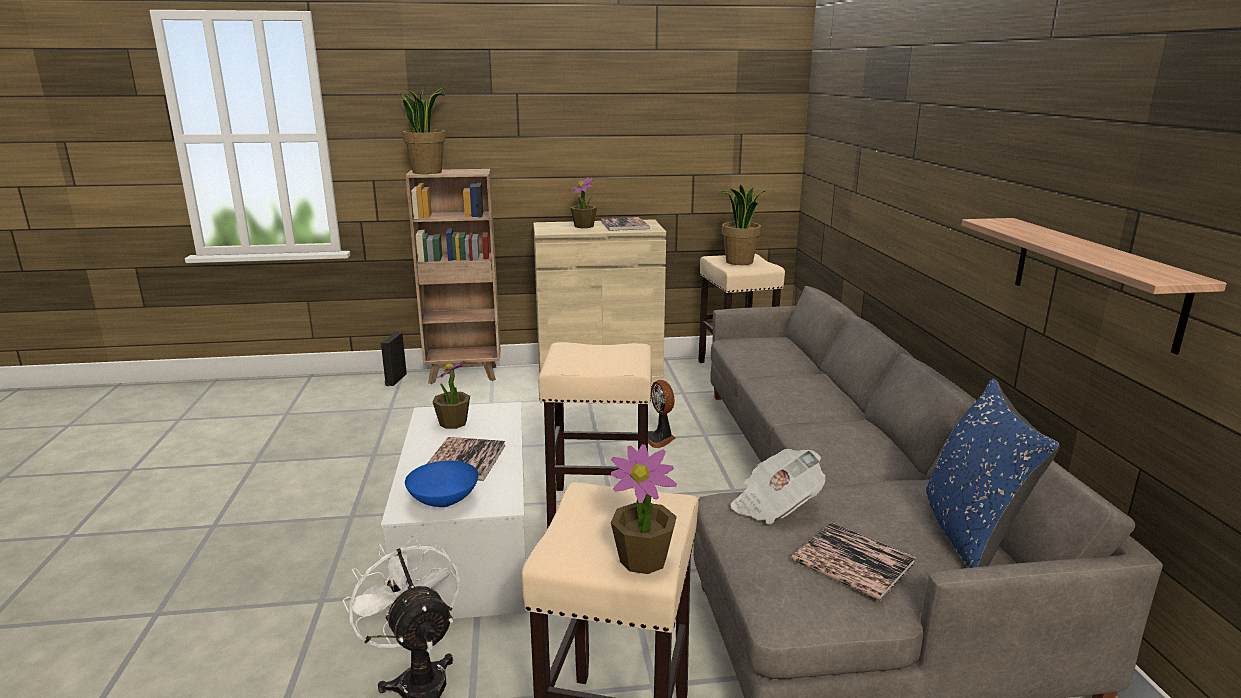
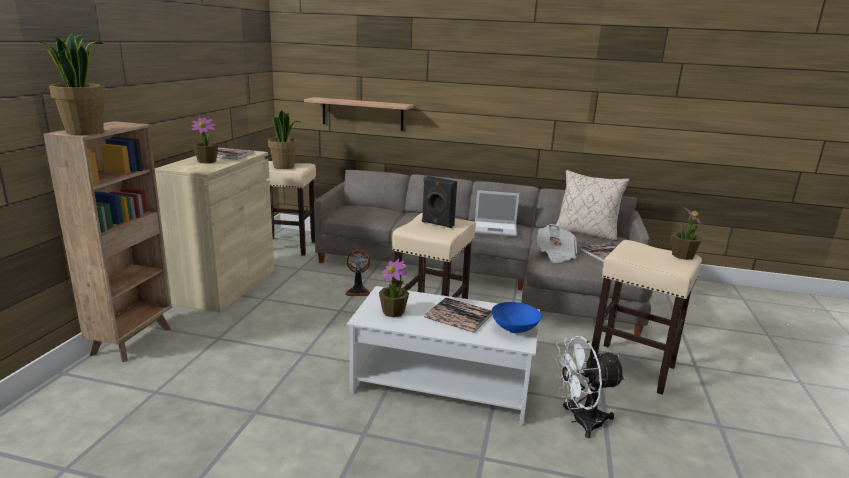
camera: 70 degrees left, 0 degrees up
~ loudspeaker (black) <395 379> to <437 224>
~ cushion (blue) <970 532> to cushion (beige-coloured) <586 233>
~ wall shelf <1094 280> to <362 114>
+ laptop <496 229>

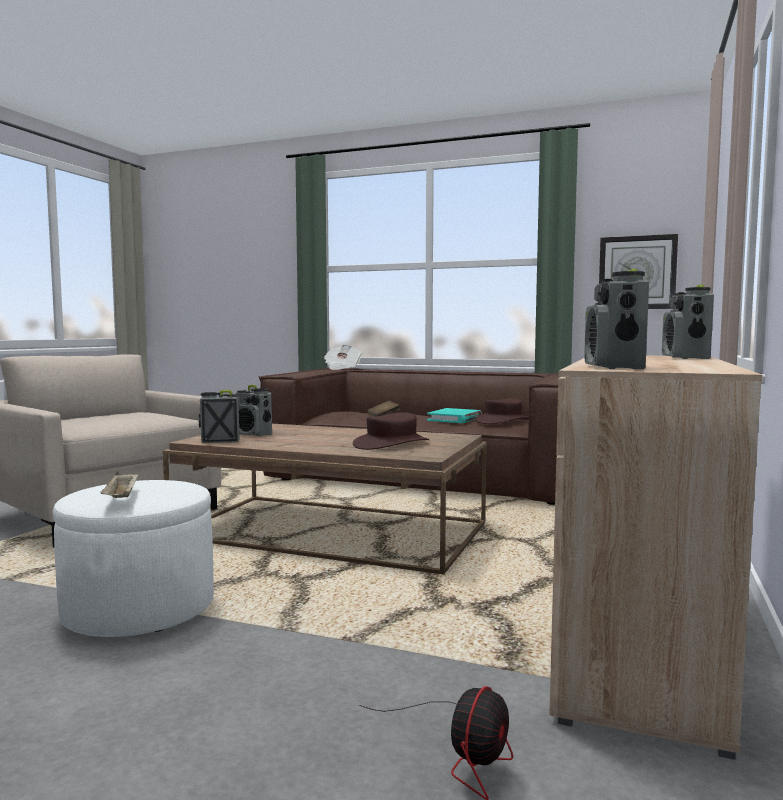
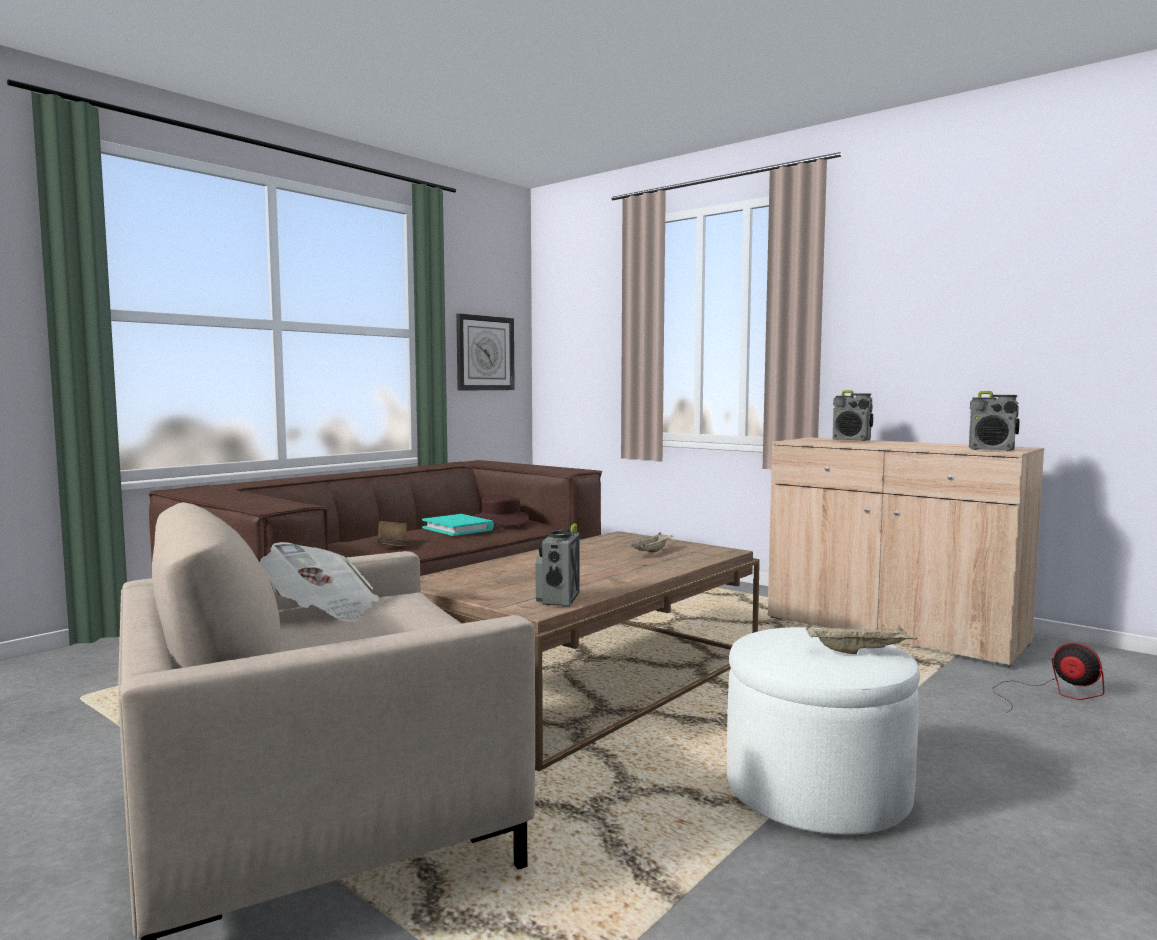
camera: 70 degrees left, 0 degrees up
- radio set <252 434>
~ printed paper <342 368> to <322 611>
~ hat (brown) <391 444> to serving tray (beige-coloured) <649 553>

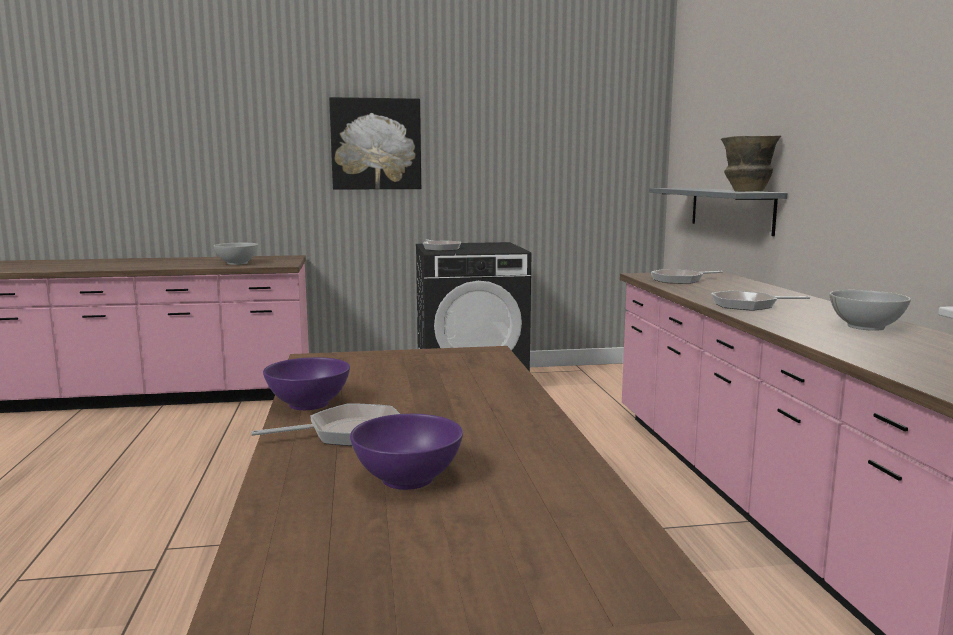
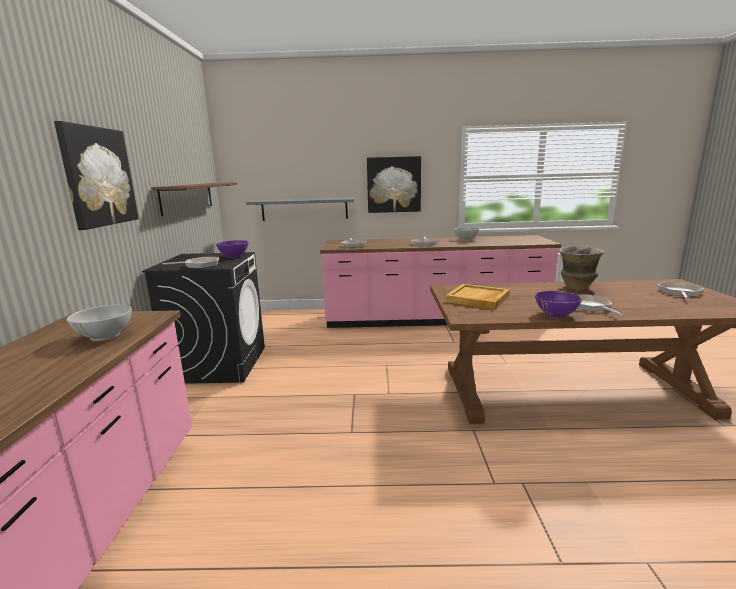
camera: 80 degrees left, 5 degrees up
~ deep dish (purple-coloured) <407 479> to <234 256>
~ decorative vase <746 191> to <577 287>
+ wall shelf (brown) <187 197>
+ picture <394 184>
+ serving tray (beige-coloured) <478 299>
+ frying pan <679 293>

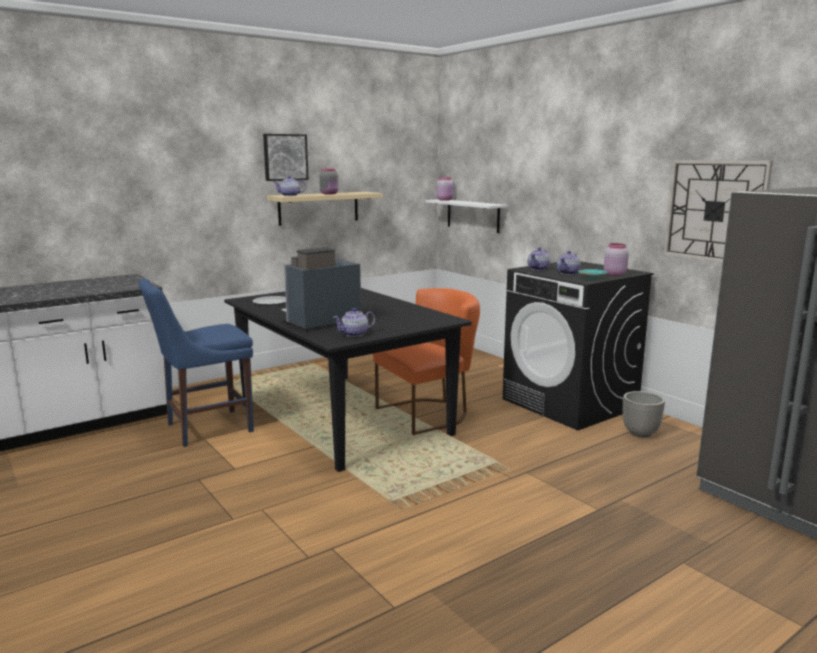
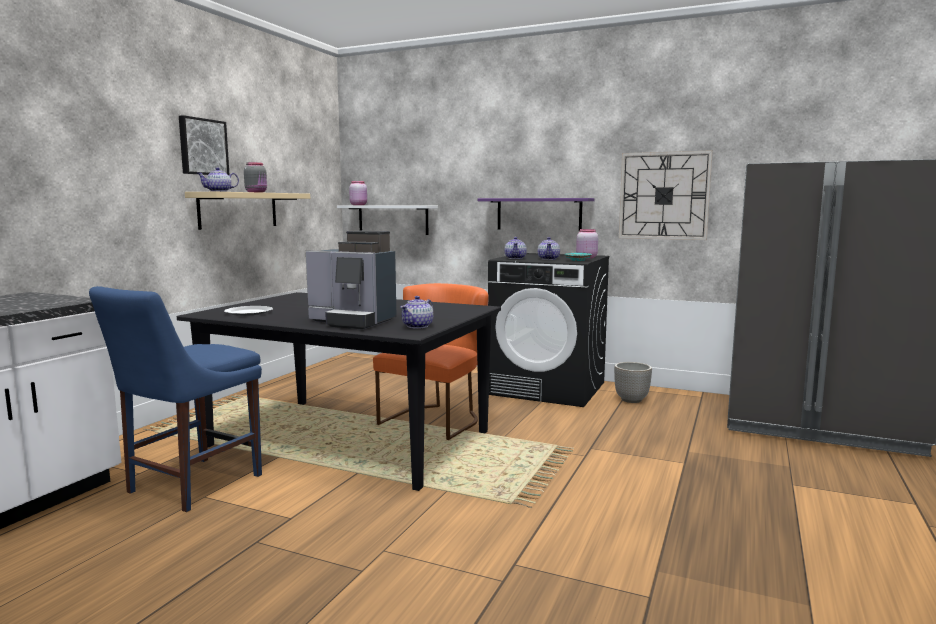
camera: 30 degrees left, 5 degrees down
~ coffee maker <319 322> = <353 322> 90 degrees counterclockwise
+ wall shelf (purple-coloured) <538 214>

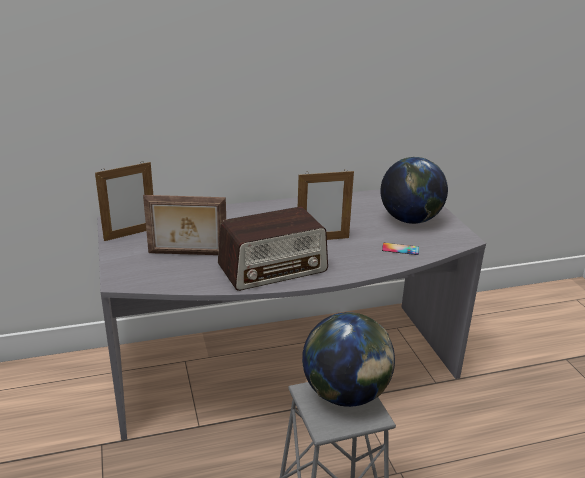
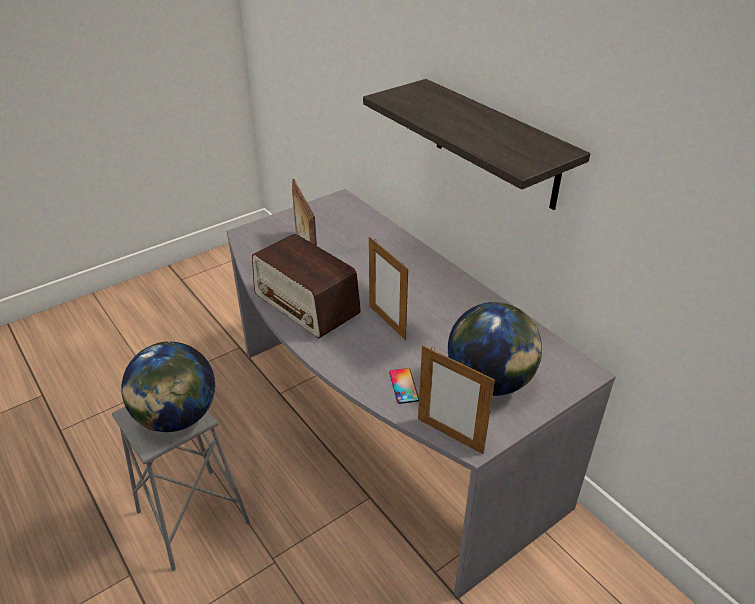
camera: 70 degrees right, 10 degrees up
~ picture frame <130 234> to <450 436>
+ wall shelf <495 144>

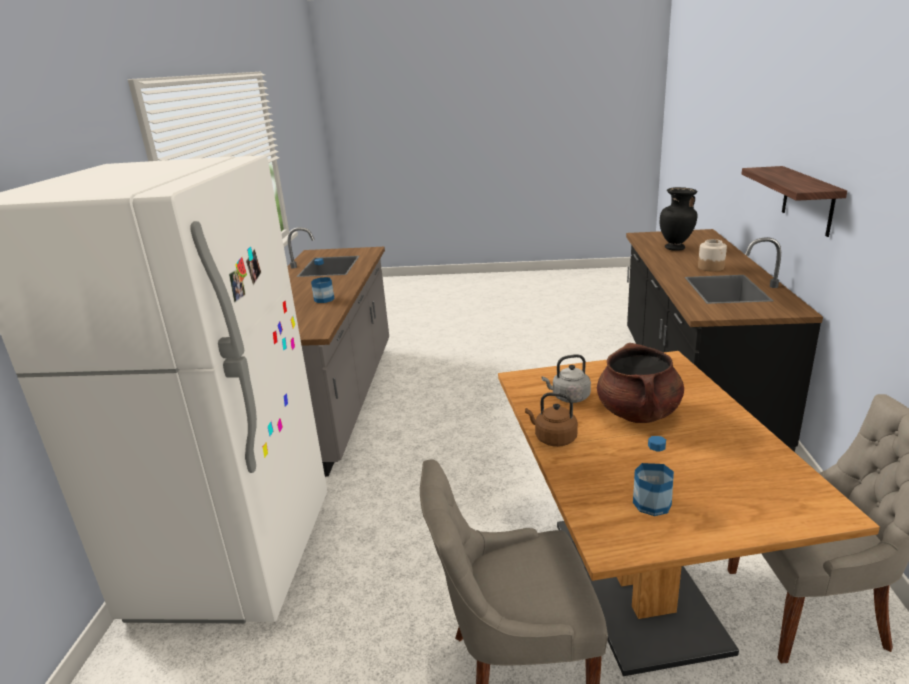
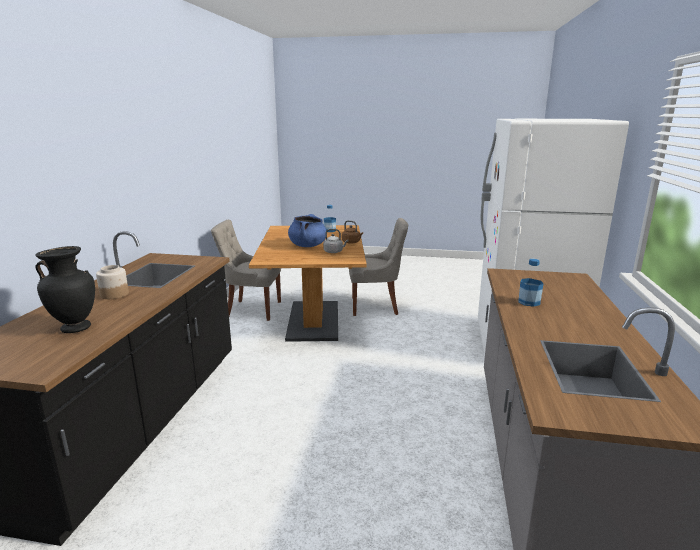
camera: 175 degrees left, 5 degrees down
~ stockpot (brown) <638 413> to stockpot (blue) <307 245>
- wall shelf <808 200>

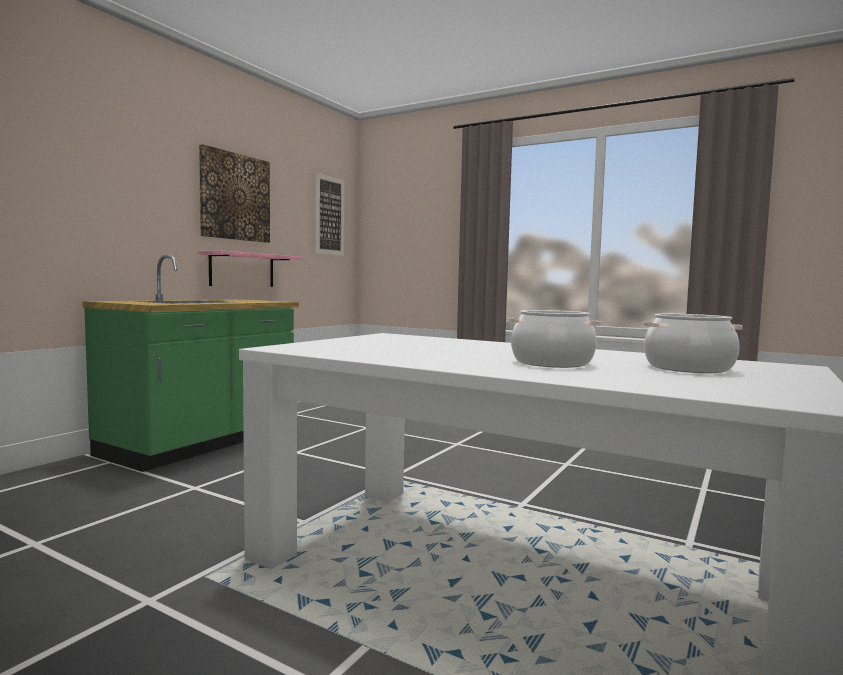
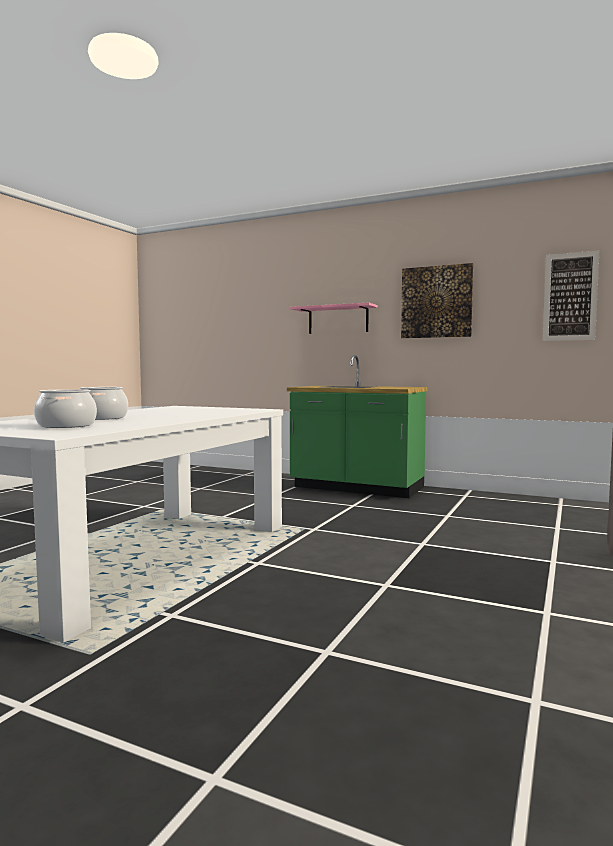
camera: 85 degrees right, 0 degrees up
~ wall shelf (pink) <242 270> to <338 320>

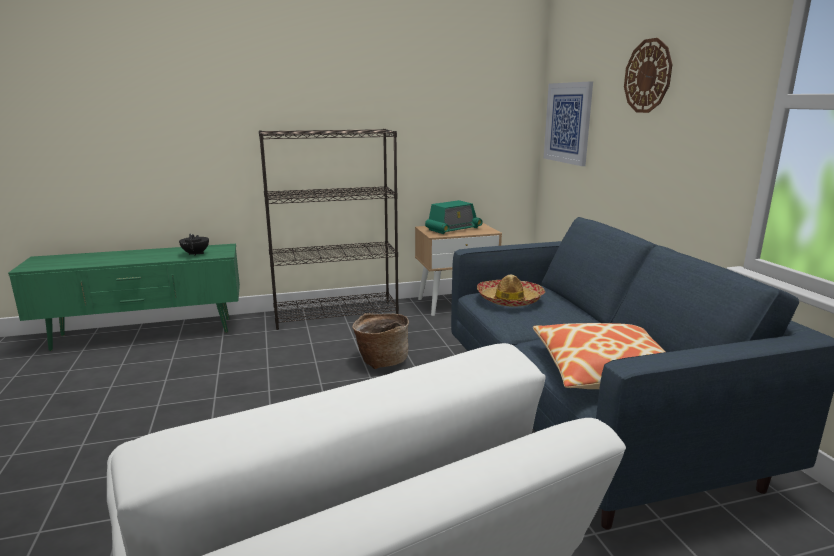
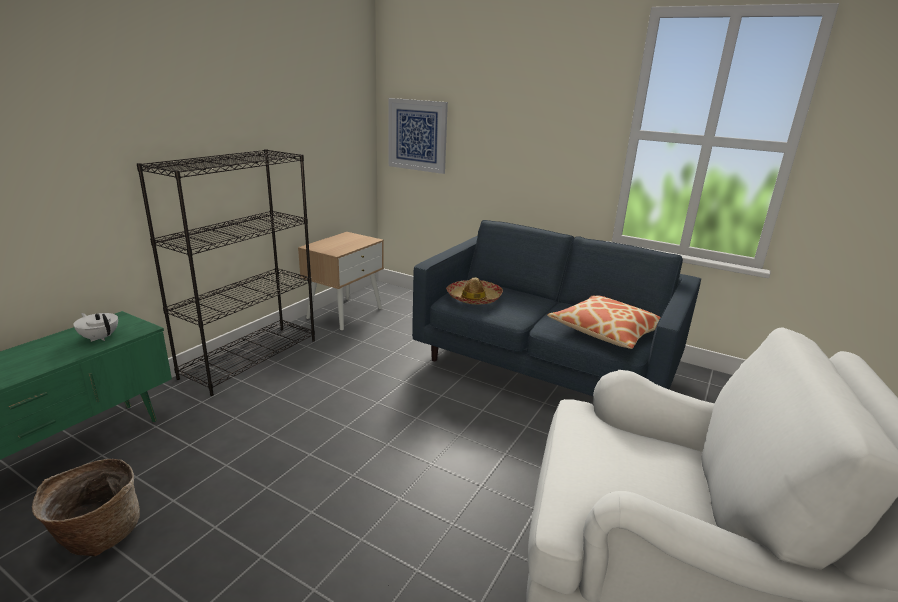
camera: 45 degrees left, 5 degrees up
~ teapot (black) <196 254> to teapot (white-coloured) <100 338>
~ household basket <381 360> to <97 535>
- radio set <453 229>
- wall clock <648 76>

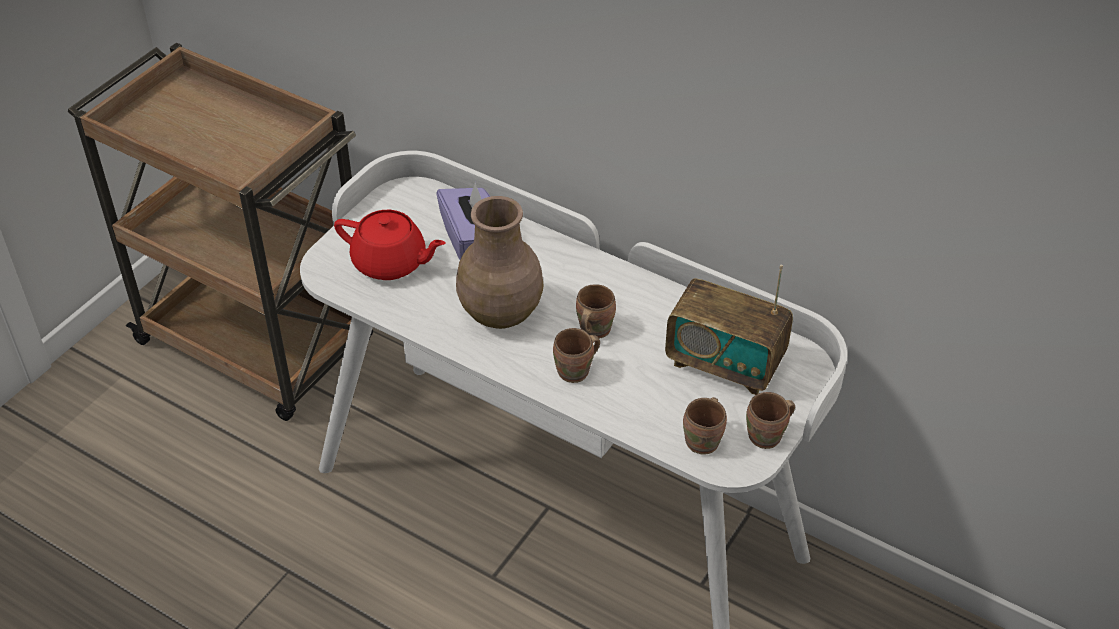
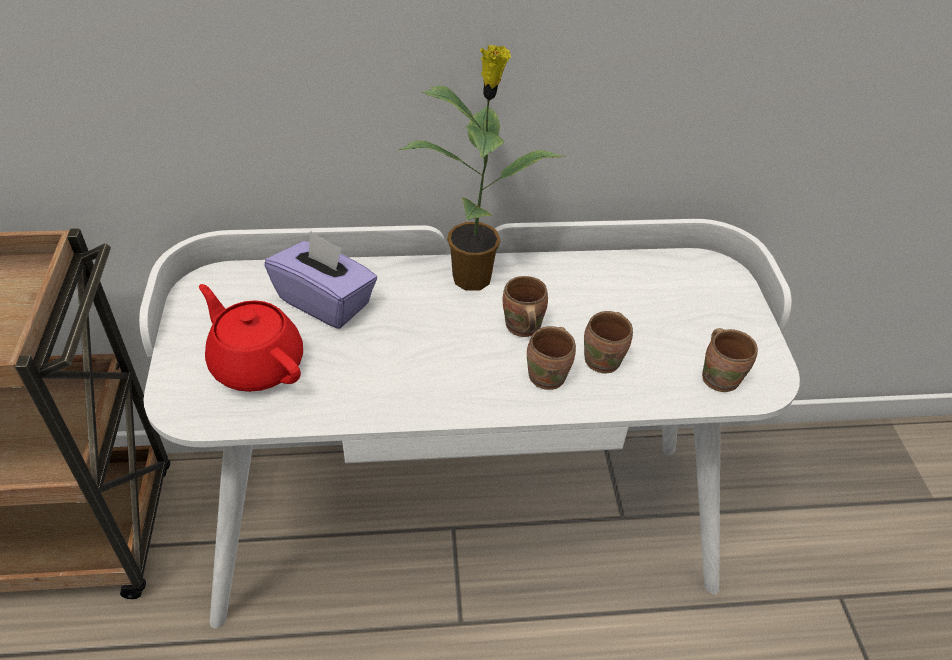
camera: 40 degrees left, 0 degrees up
~ teapot (red-coloured) <391 263> = <256 364> 120 degrees counterclockwise
- decorative vase (brown) <500 314>
- radio set <724 364>
~ mug (brown) <767 437> to <605 360>
+ houseplant <474 276>

